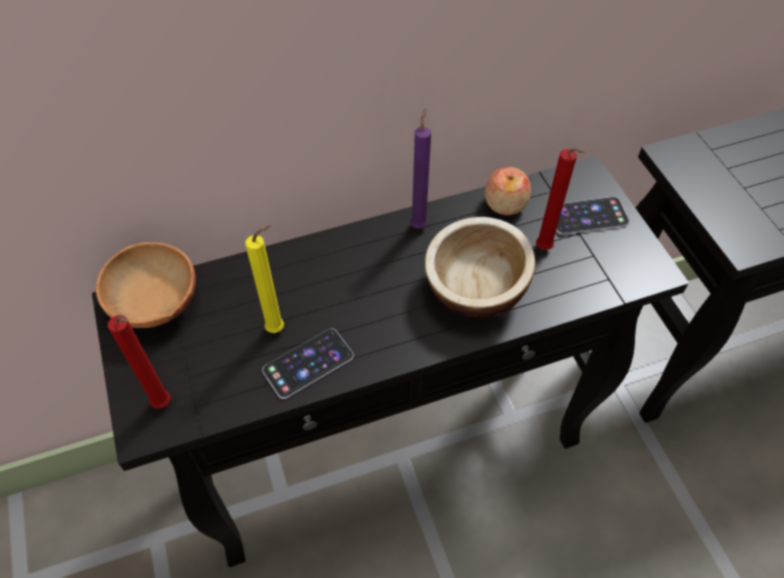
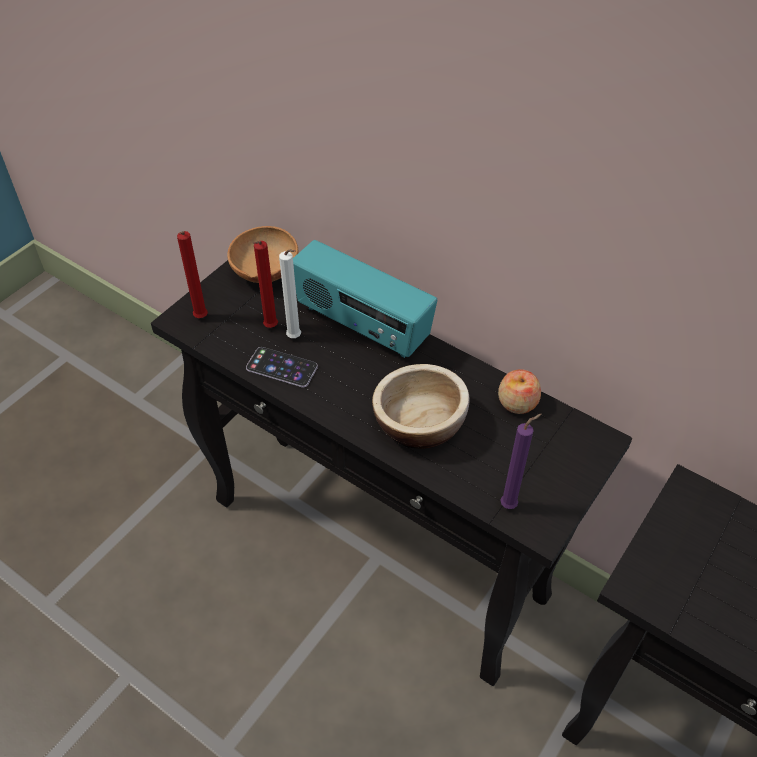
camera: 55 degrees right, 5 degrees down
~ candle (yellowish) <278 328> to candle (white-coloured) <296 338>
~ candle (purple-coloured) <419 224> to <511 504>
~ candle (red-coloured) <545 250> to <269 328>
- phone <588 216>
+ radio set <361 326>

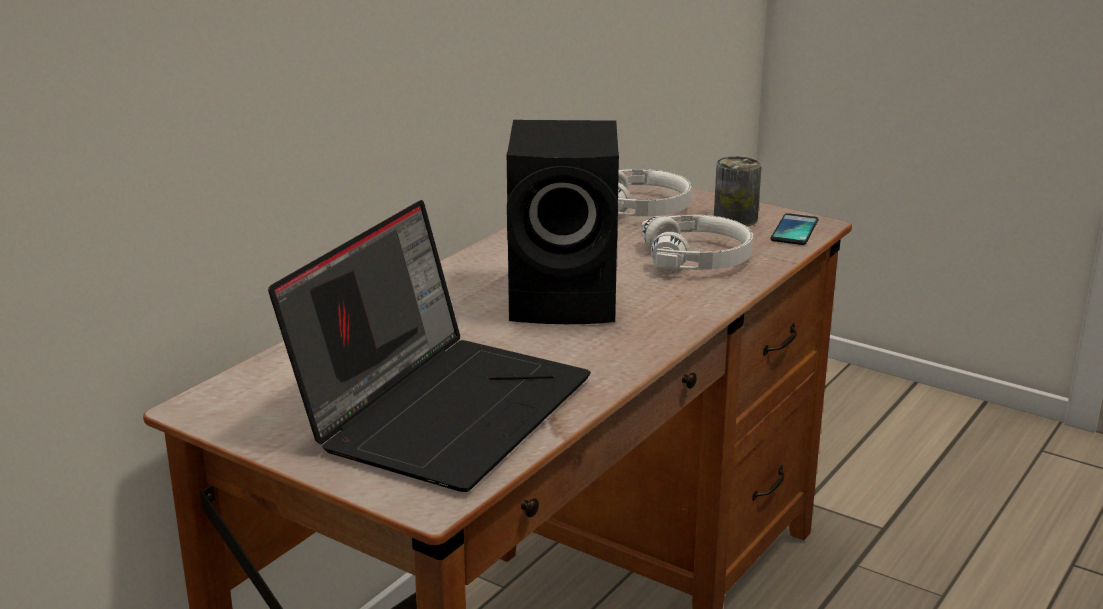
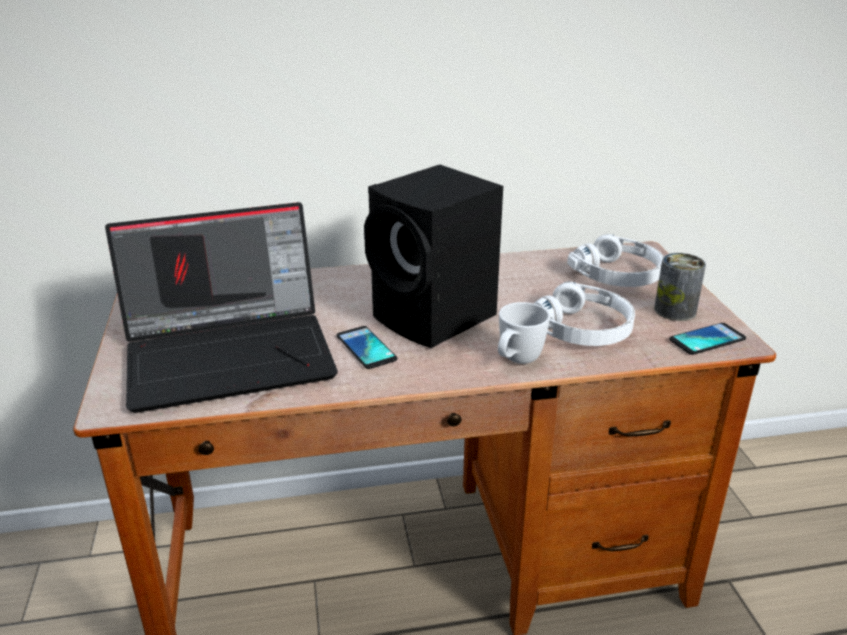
camera: 45 degrees right, 5 degrees up
+ phone <366 348>
+ mug (white-coloured) <516 361>

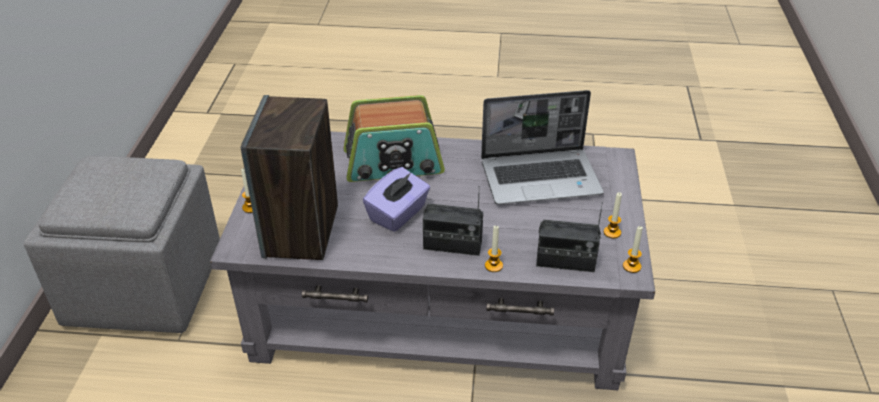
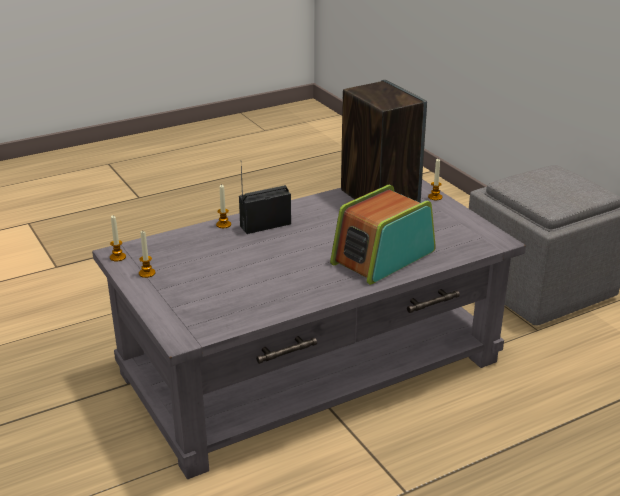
camera: 145 degrees right, 10 degrees down
- tissue box (purple-coloured) <398 214>
- laptop <541 177>
- radio set <565 262>

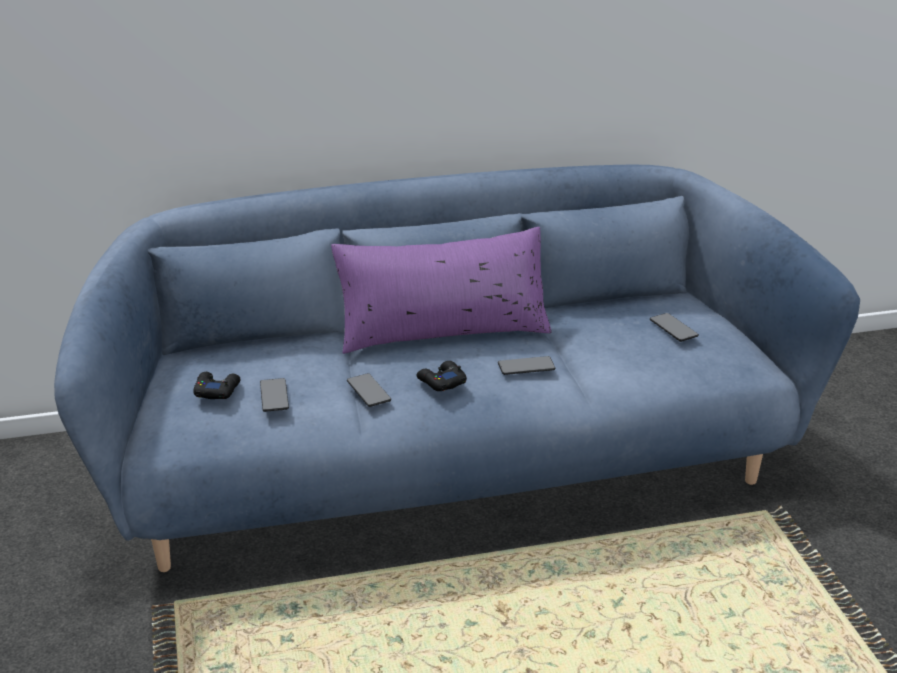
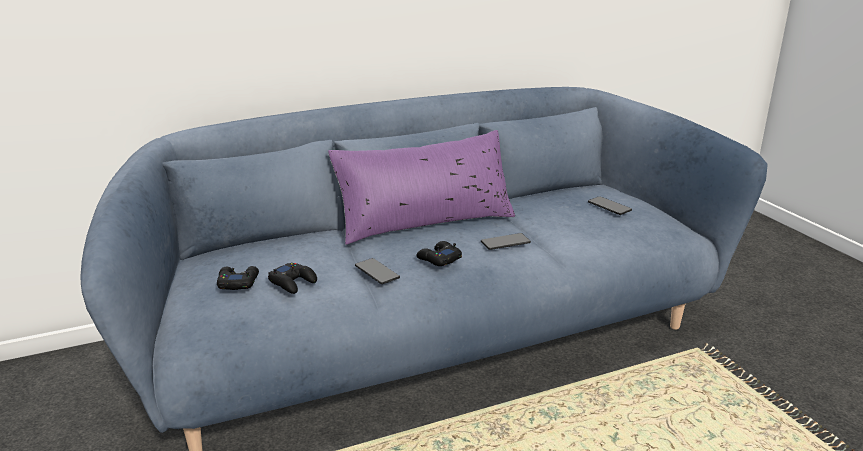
camera: 10 degrees left, 5 degrees down
~ phone <274 396> to gamepad (black) <293 282>

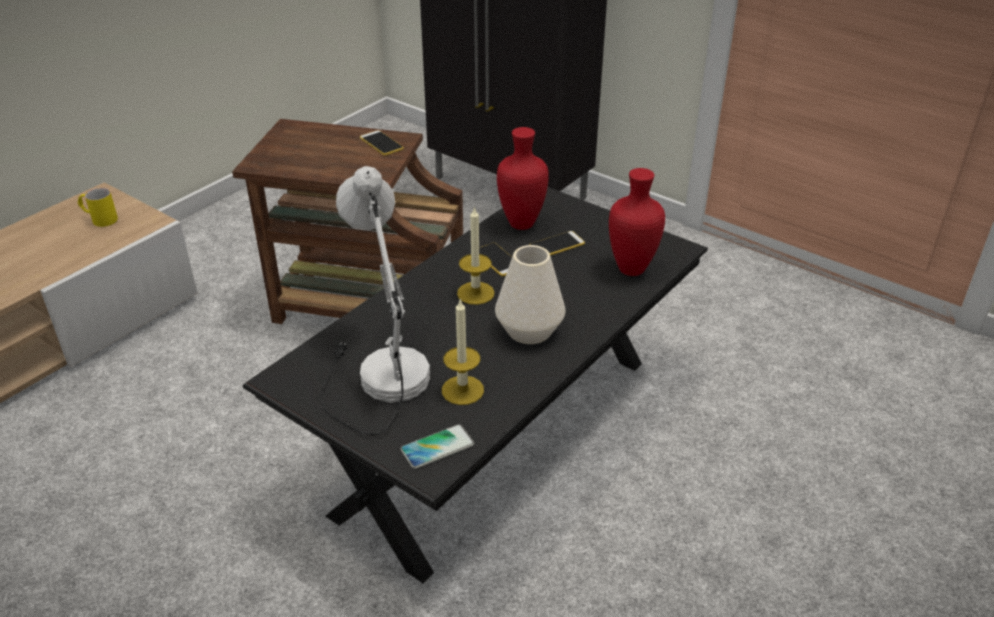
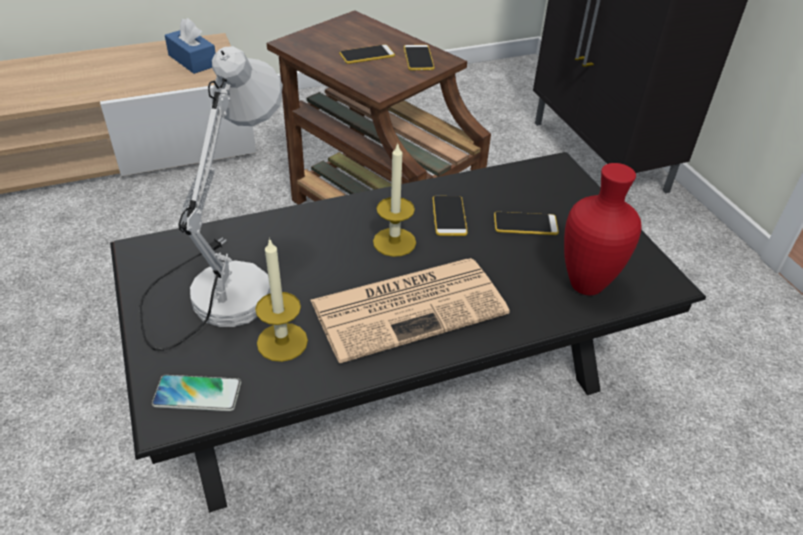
camera: 30 degrees right, 5 degrees up
~ mug (yellowish) <99 219> to tissue box (blue) <192 60>
~ decorative vase (white-coloured) <529 330> to printed paper <410 306>
- decorative vase (red-coloured) <521 223>
+ phone <367 55>

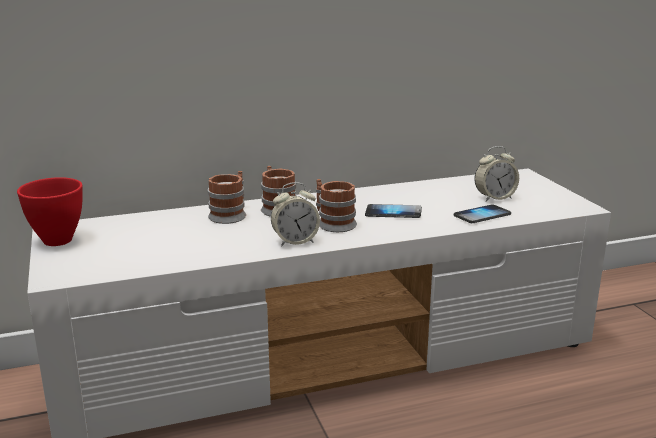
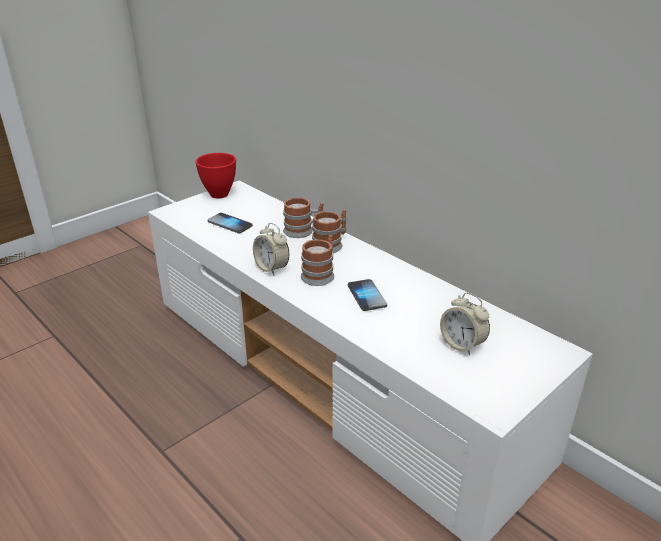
camera: 65 degrees right, 10 degrees up
~ phone <482 215> to <230 224>

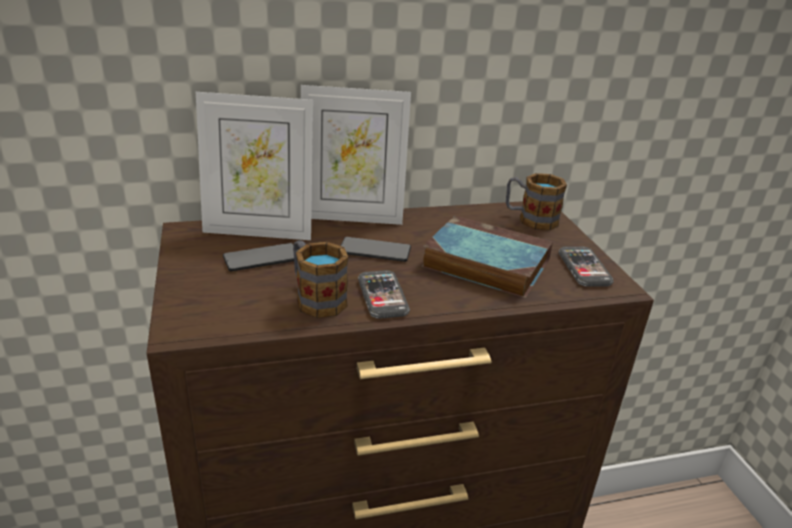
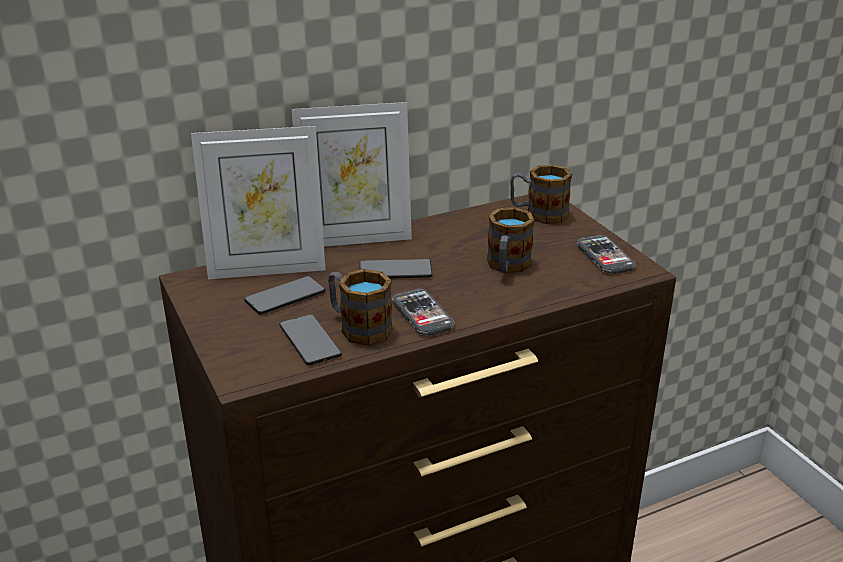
camera: 10 degrees left, 0 degrees up
~ bound book <483 263> to mug <507 267>
+ phone <310 341>

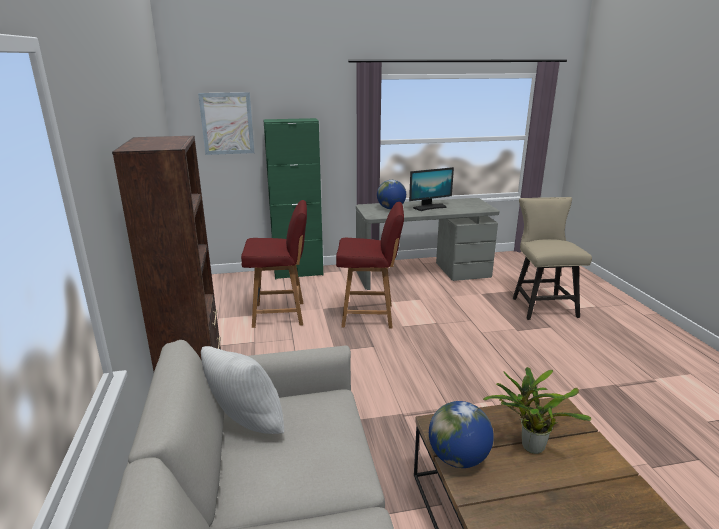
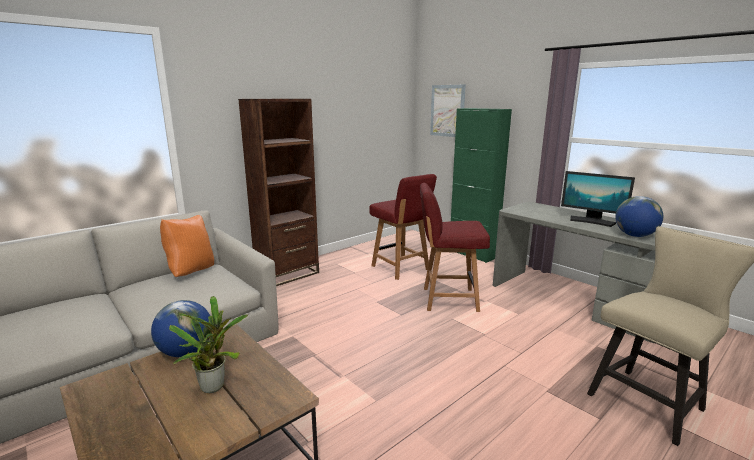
camera: 60 degrees right, 5 degrees down
~ cushion (white-coloured) <246 426> to cushion (orangey) <191 272>
~ upright chair (red-coloured) <369 316> = <448 299> 120 degrees clockwise
~ desk globe <391 208> to <635 235>

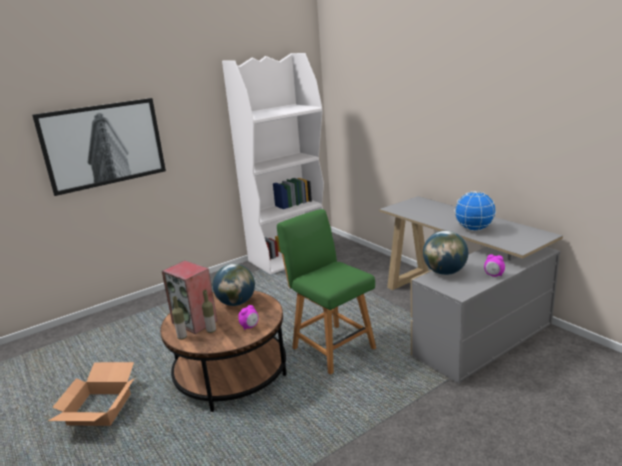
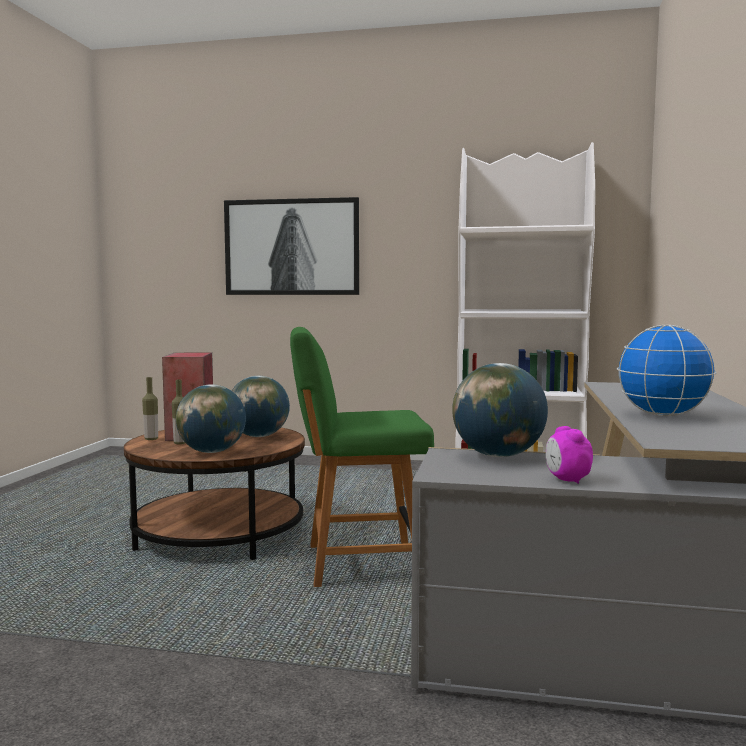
camera: 45 degrees right, 15 degrees down
- carton <99 409>
~ table clock <250 327> to desk globe <212 452>
~ upright chair (green) <331 347> = <358 563> 105 degrees counterclockwise

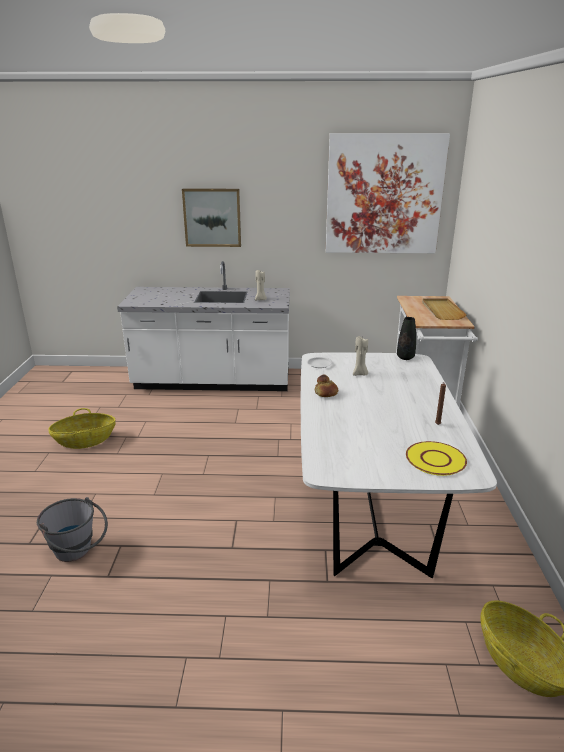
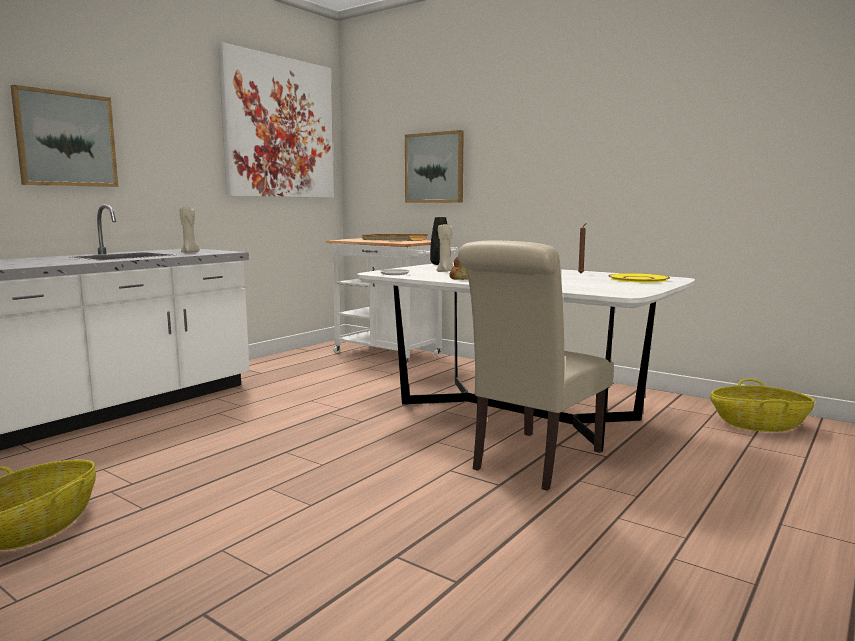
camera: 55 degrees left, 15 degrees down
- bucket (gray) <78 552>
+ picture <434 168>
+ upright chair (beige-coloured) <533 462>

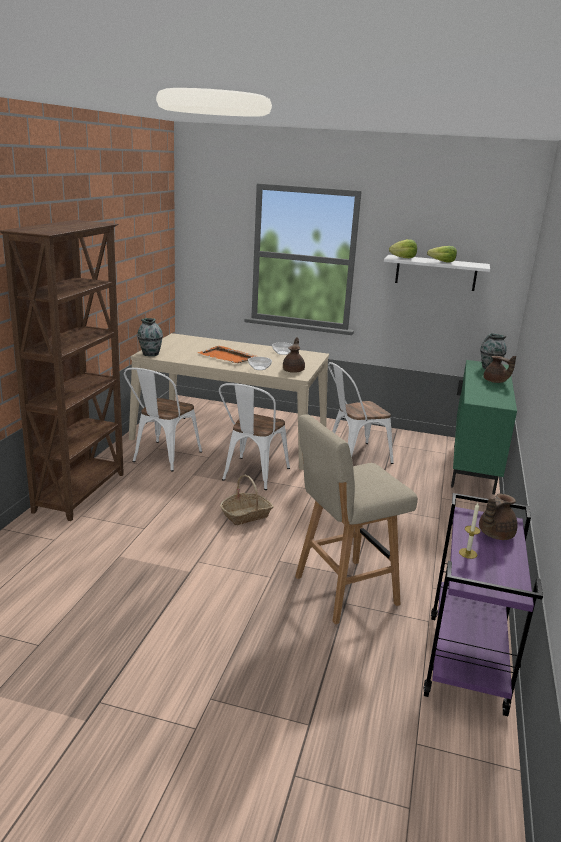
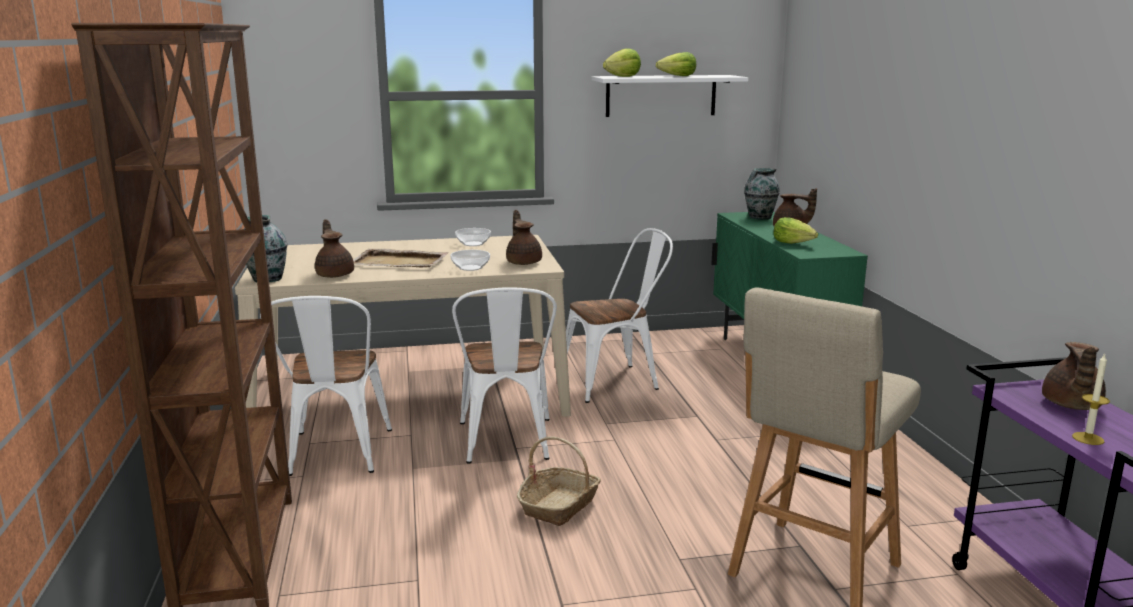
camera: 25 degrees left, 5 degrees down
~ serving tray (orangey) <227 357> to serving tray (beige-coloured) <400 262>
~ upright chair (white-coloured) <353 456> = <616 381> 150 degrees counterclockwise
+ teapot (brown) <335 274>
+ lettuce head <793 243>

